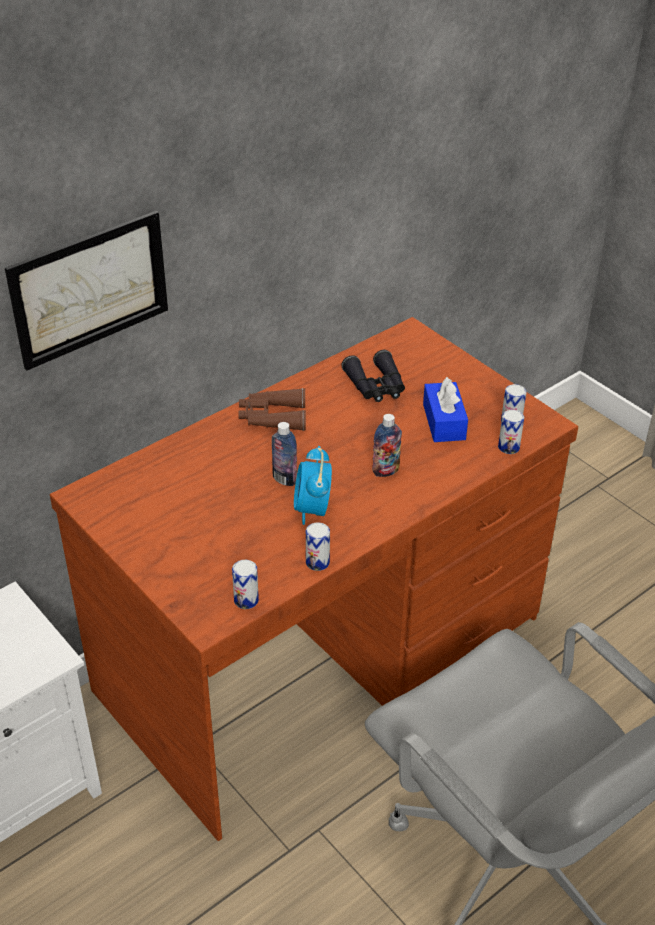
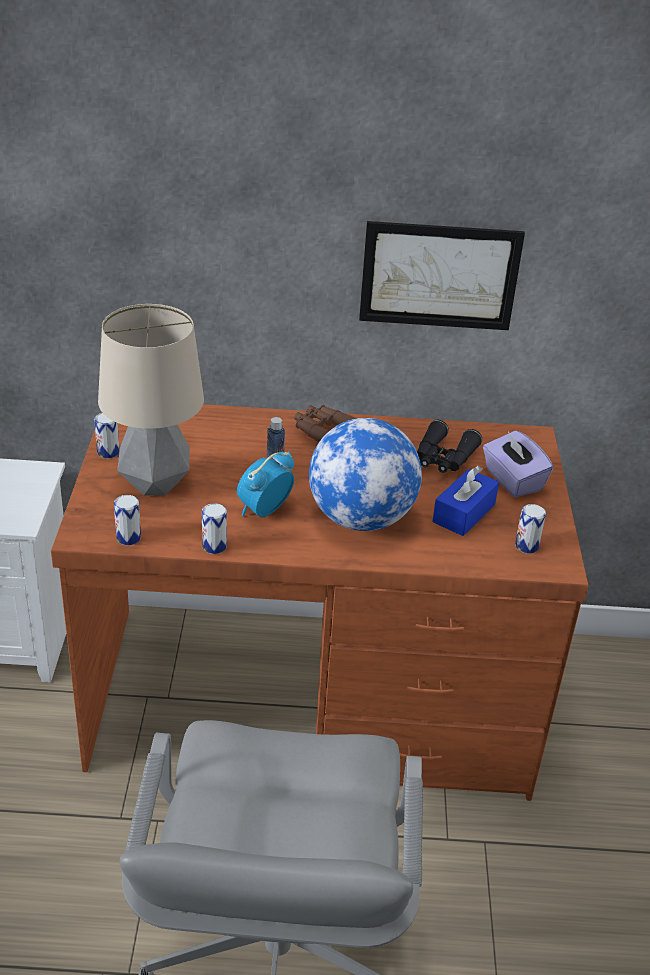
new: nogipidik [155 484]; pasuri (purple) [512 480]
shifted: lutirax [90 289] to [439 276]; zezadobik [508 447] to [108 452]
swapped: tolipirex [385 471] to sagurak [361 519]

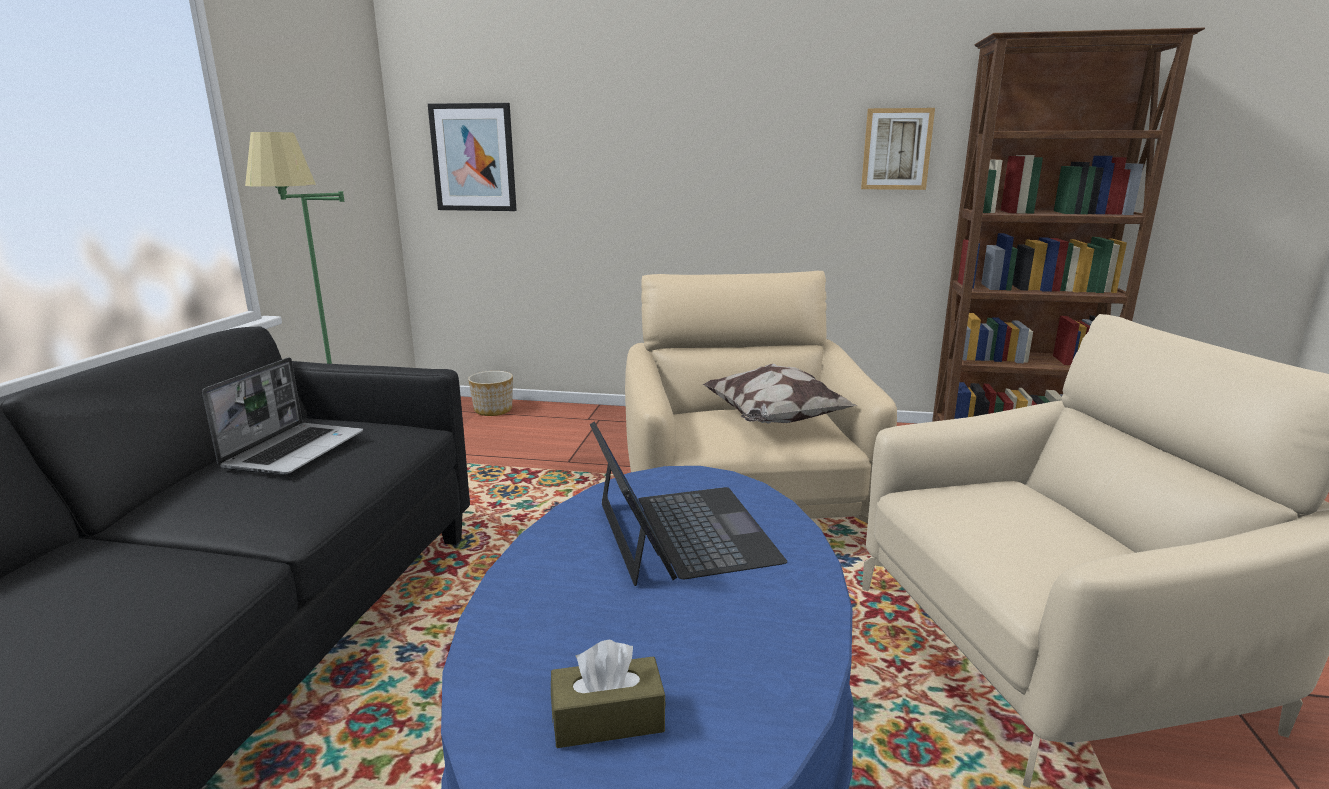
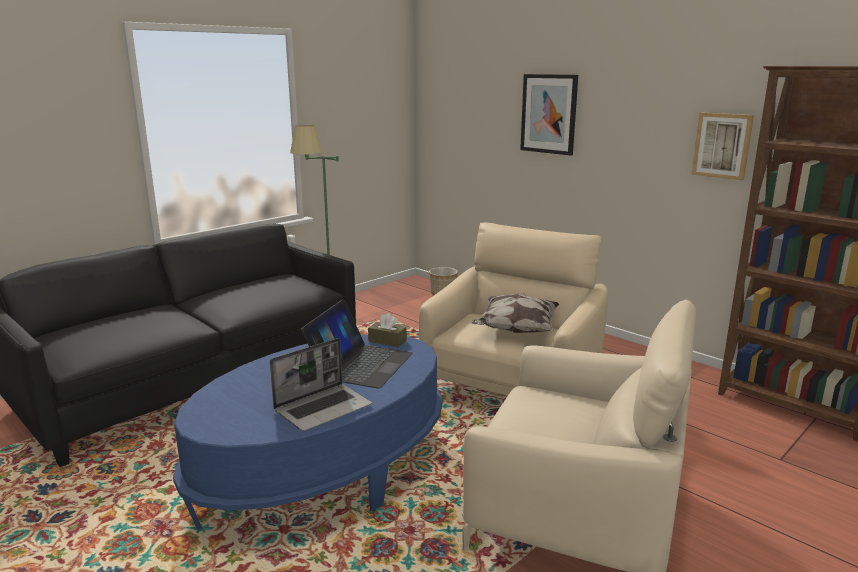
shifted: lutirax [473 158] to [549 114]; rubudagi [295 450] to [323 408]; pasuri (brown) [607 719] to [387 341]

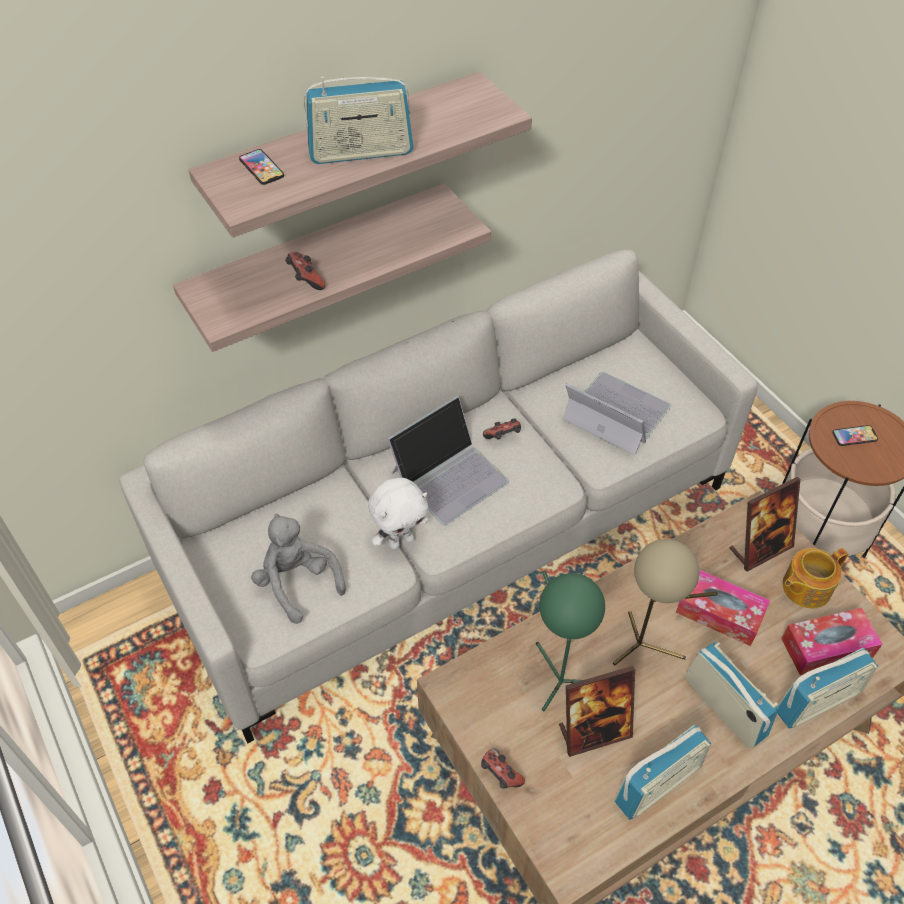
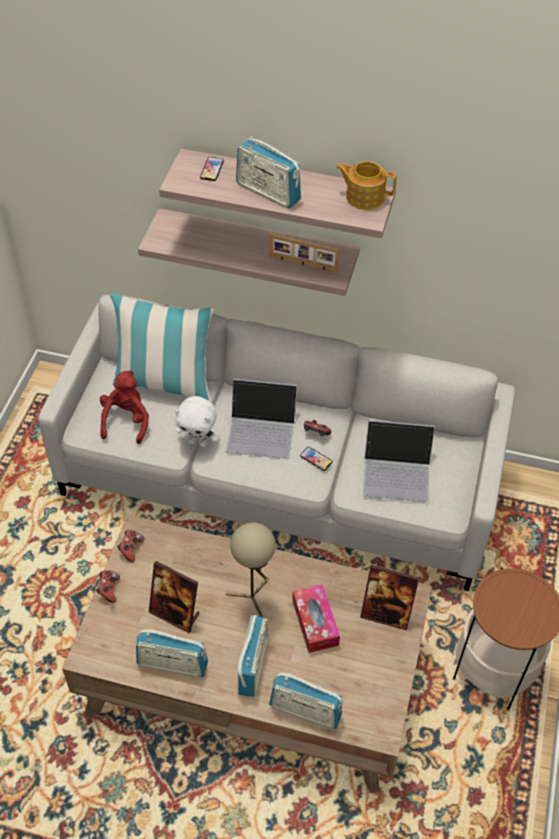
gone: nogipidik (green) [557 676]; pasuri [827 647]
new: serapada [303 264]; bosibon [165 383]
shifted: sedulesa [305 280] to [131 549]; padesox [854 436] to [316 459]; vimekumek [805 587] to [364 196]
repainted: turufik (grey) [297 582] to turufik (red) [126 420]
rotated: rubudagi [615 413] = [397 472] 105 degrees clockwise

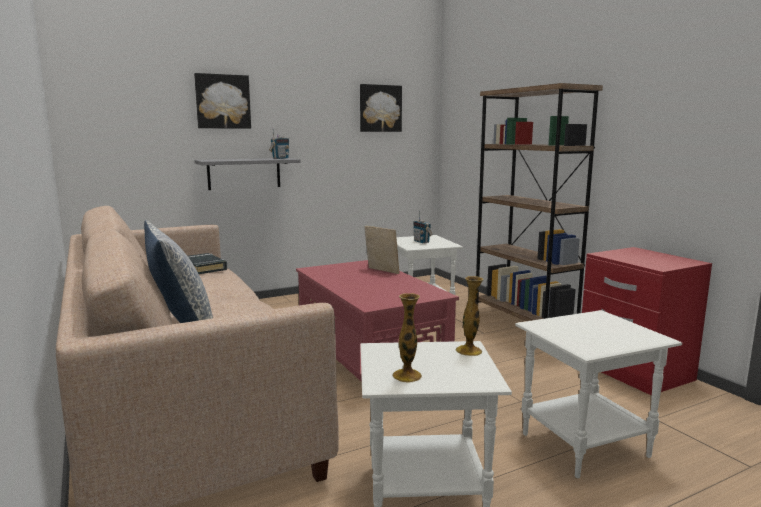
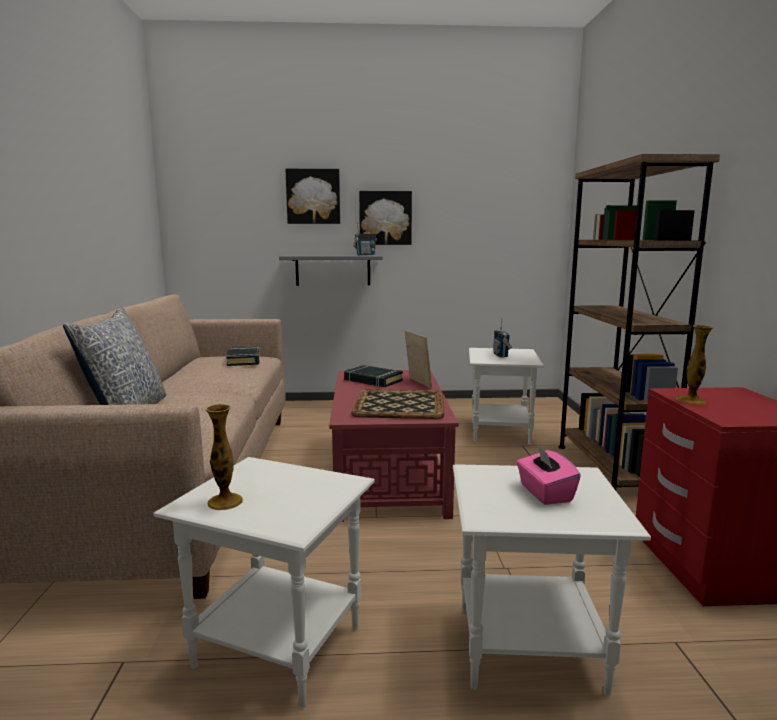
new: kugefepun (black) [372 380]; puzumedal [398 404]; pasuri (pink) [545 493]
shifted: lutirax [380 108] to [385 218]; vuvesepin [468 351] to [691 400]

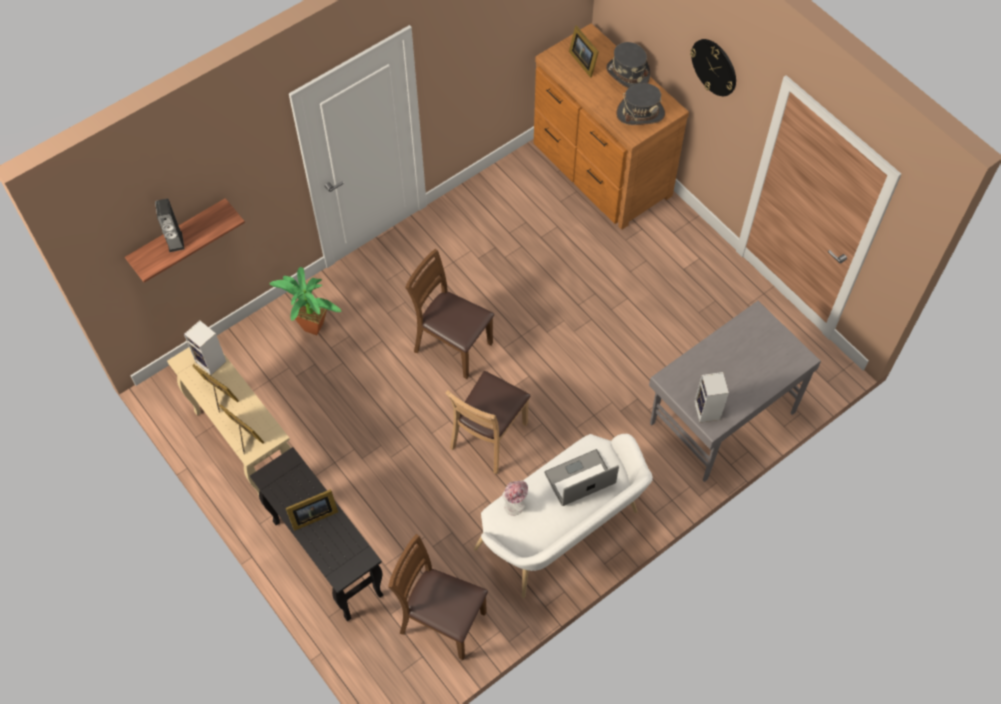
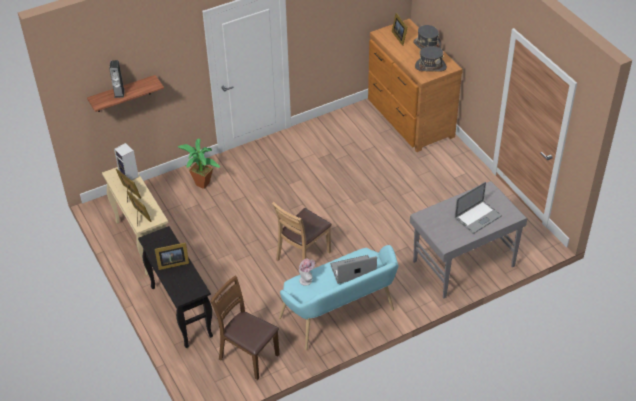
gone: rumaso [714 67]; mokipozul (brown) [452 346]; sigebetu [708 411]
new: rubudagi [478 217]
repainted: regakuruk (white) [563 534] to regakuruk (turquoise) [340 317]

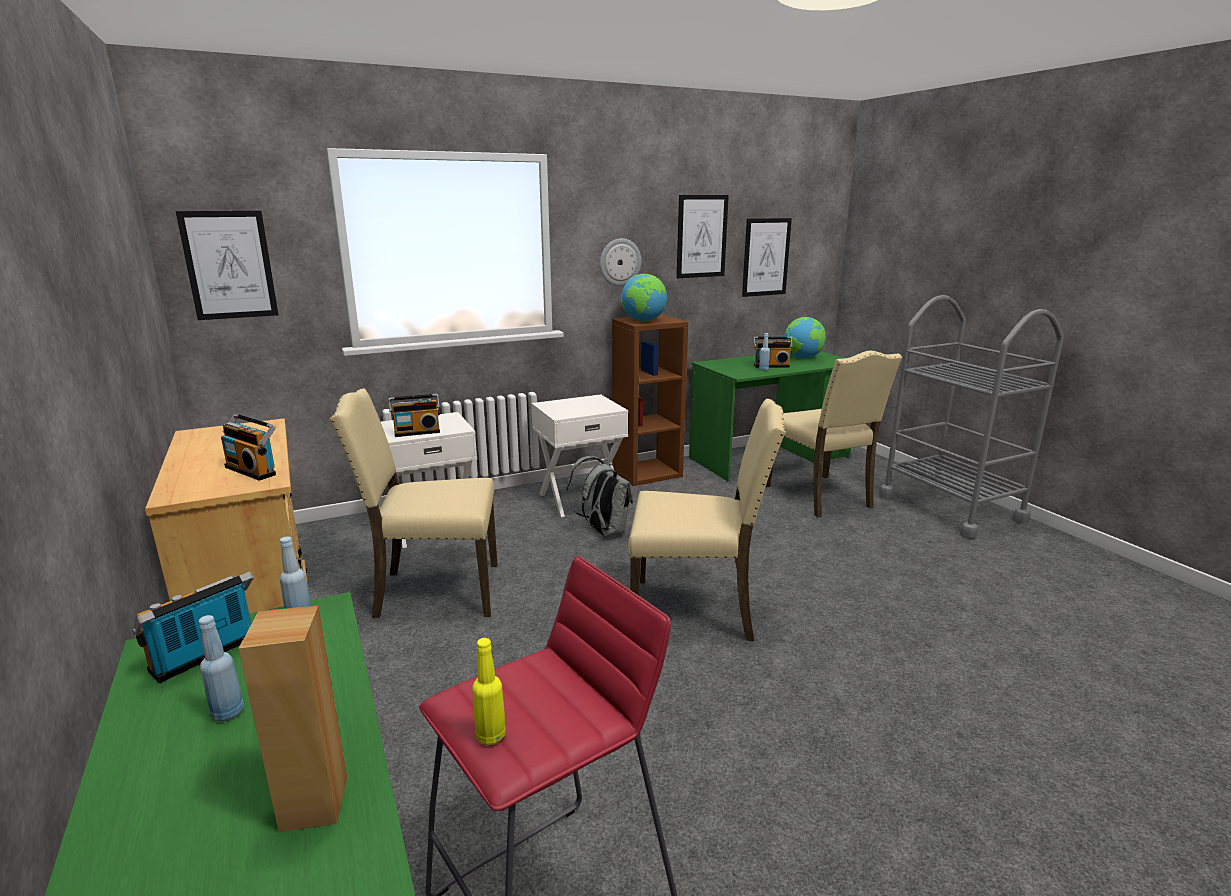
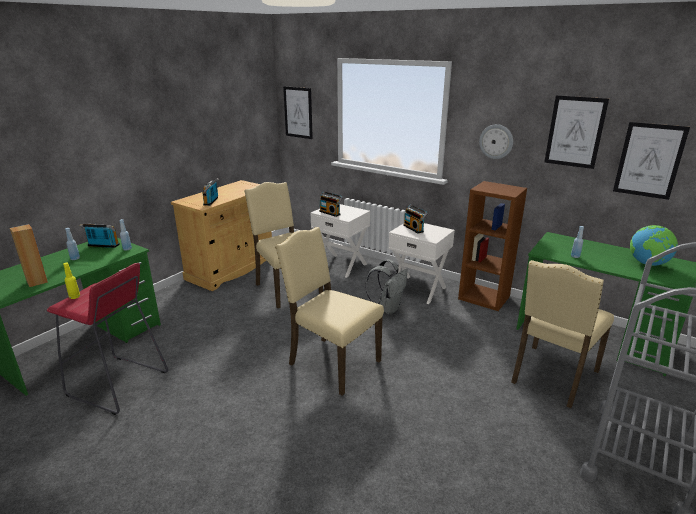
gone: sagurak [643 321]
shifted: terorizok [771 365] to [414 228]
rotated: mokipozul (beige) [696 611] = [331 362] 150 degrees clockwise

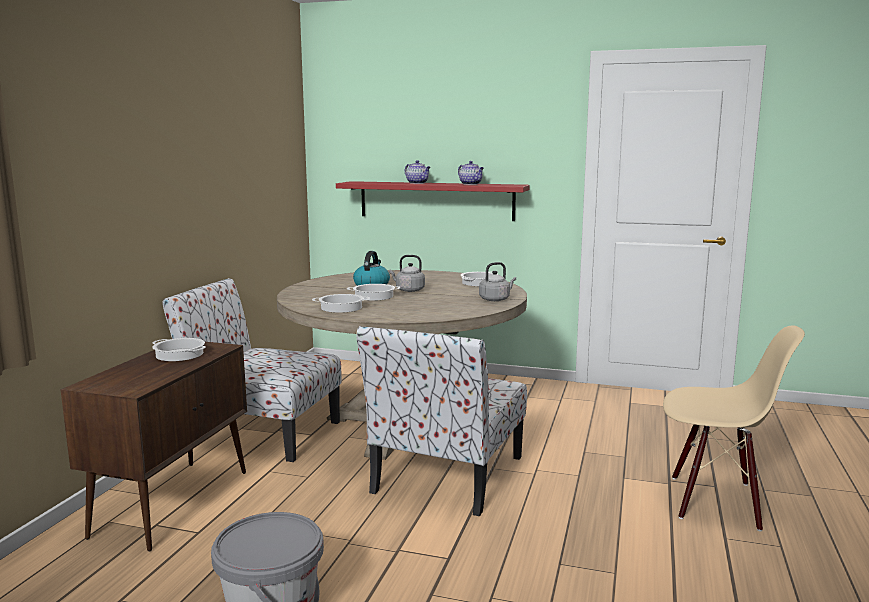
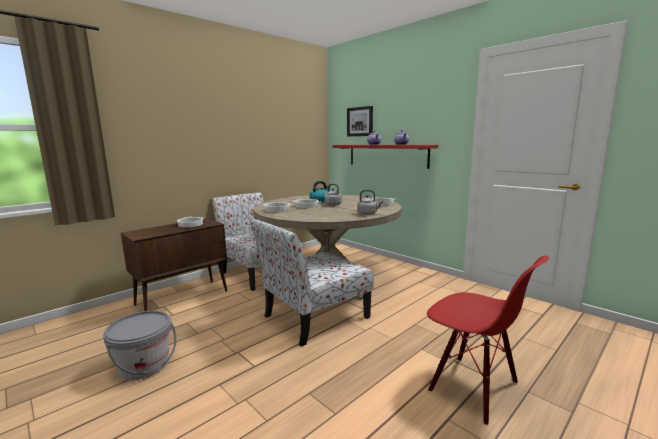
new: lutirax [360 121]
repainted: mokipozul (beige) [715 501] to mokipozul (red) [473 388]

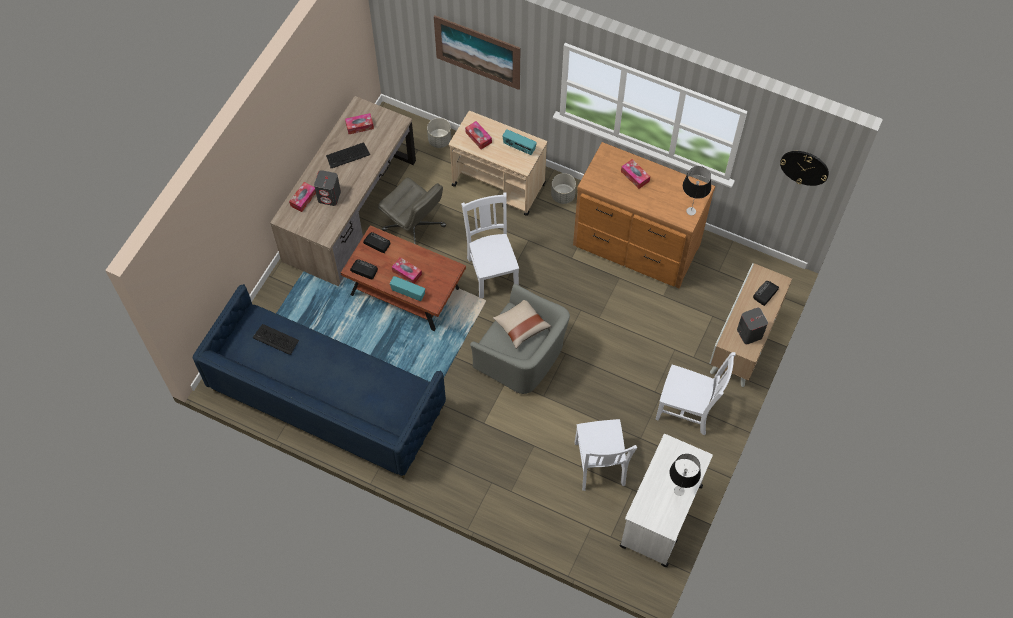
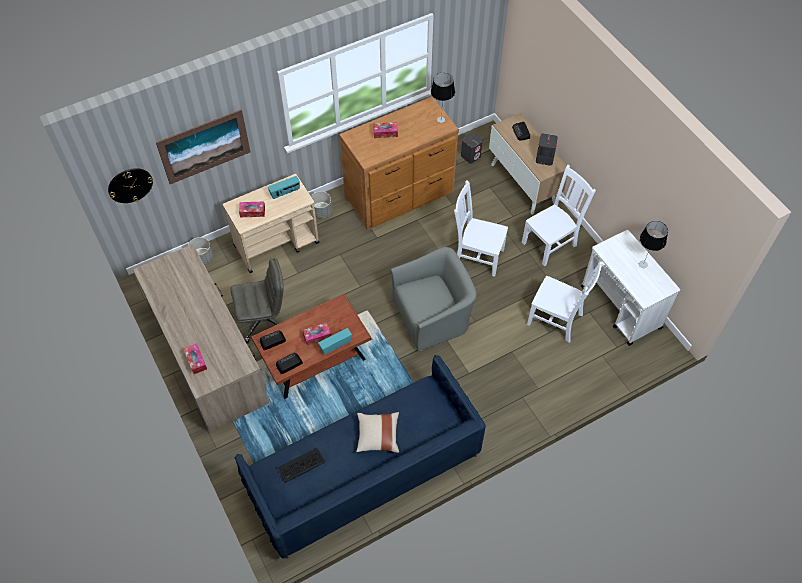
gone: pasuri [359 126]; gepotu [348 156]
shifted: rumaso [804 167] to [130 185]; sigebetu (grey) [329 196] to [471 156]; mokipozul (white) [492 271] to [477 256]; bosibon (beige) [521 326] to [378 436]

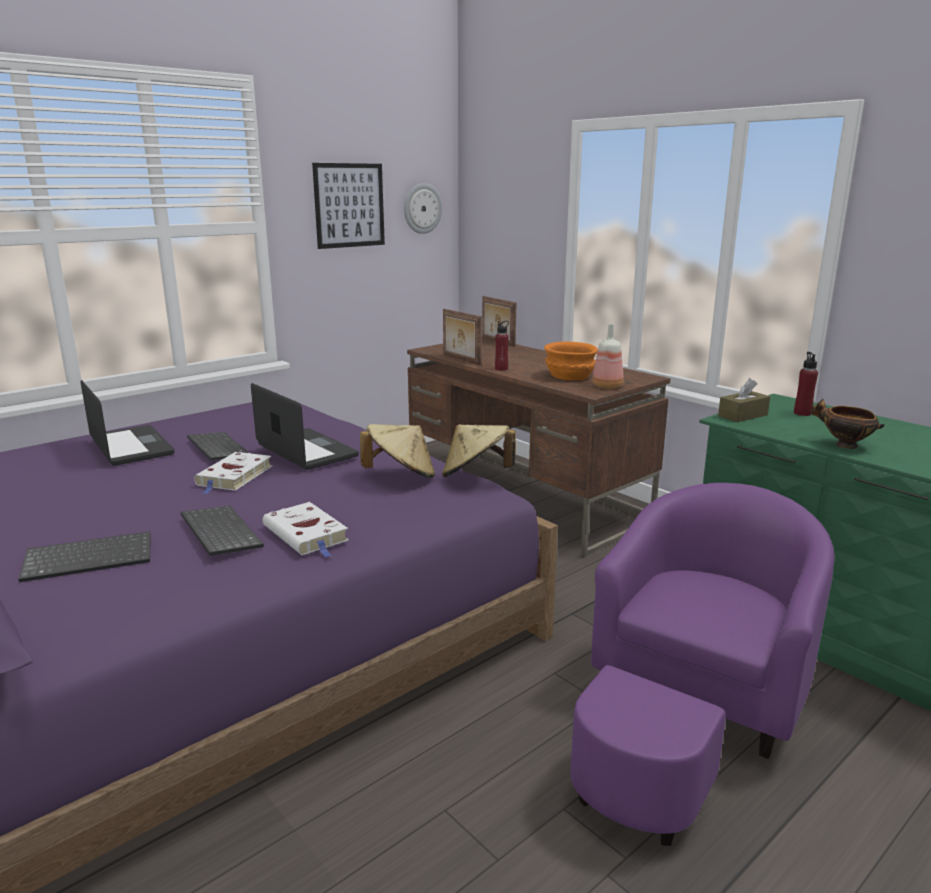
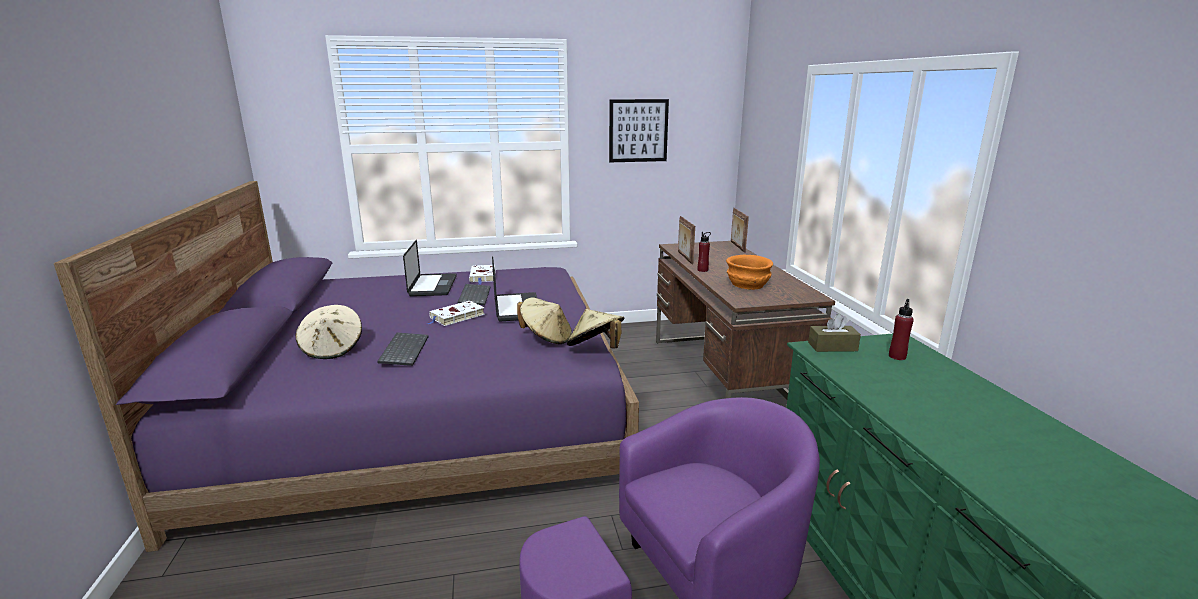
gone: rumaso [422 208]; tolipirex [607 386]; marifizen [843 445]
shifted: kugefepun (white) [307 535] to [483 276]
swapped: gepotu [91 558] to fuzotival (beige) [332 349]

